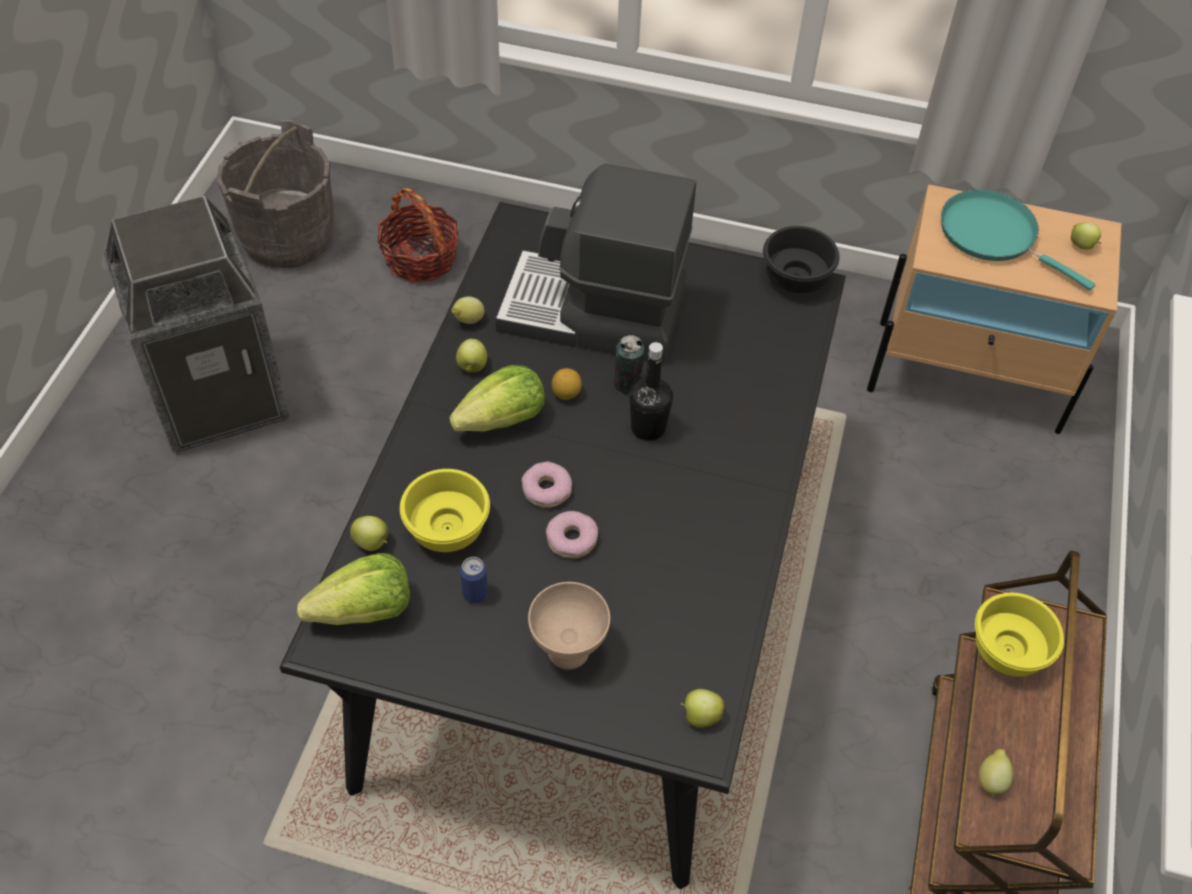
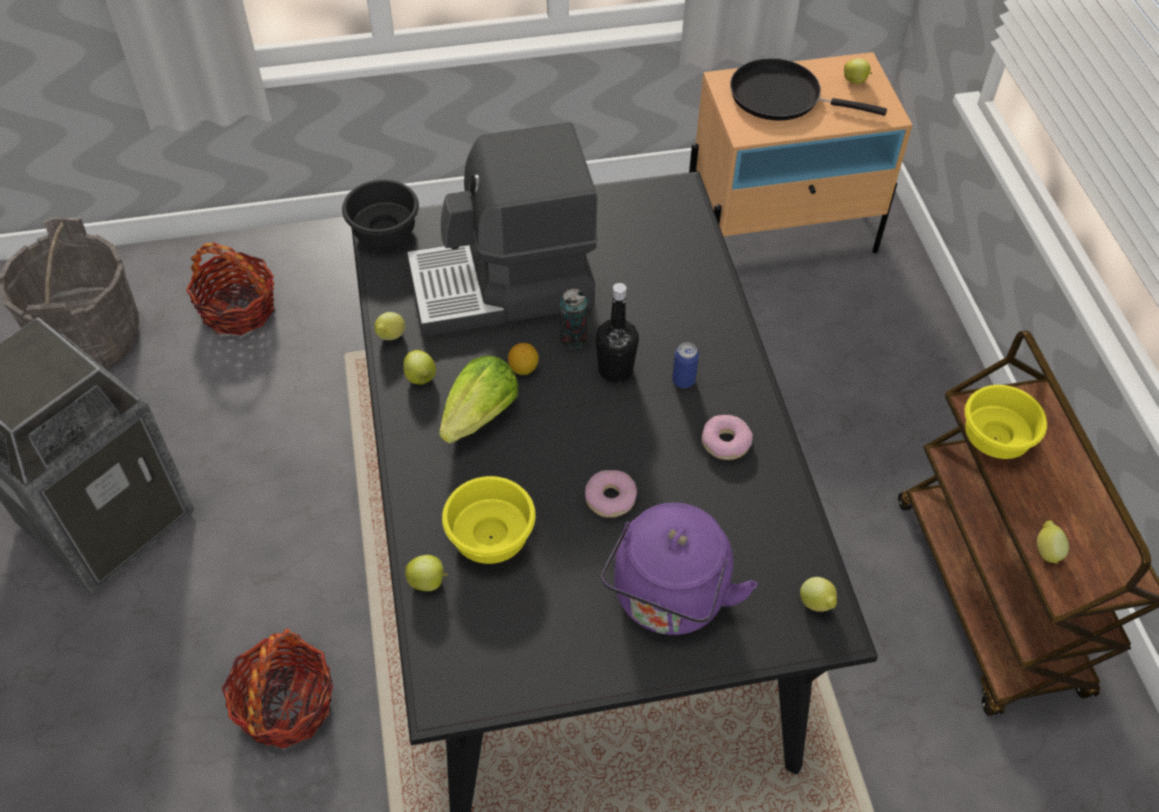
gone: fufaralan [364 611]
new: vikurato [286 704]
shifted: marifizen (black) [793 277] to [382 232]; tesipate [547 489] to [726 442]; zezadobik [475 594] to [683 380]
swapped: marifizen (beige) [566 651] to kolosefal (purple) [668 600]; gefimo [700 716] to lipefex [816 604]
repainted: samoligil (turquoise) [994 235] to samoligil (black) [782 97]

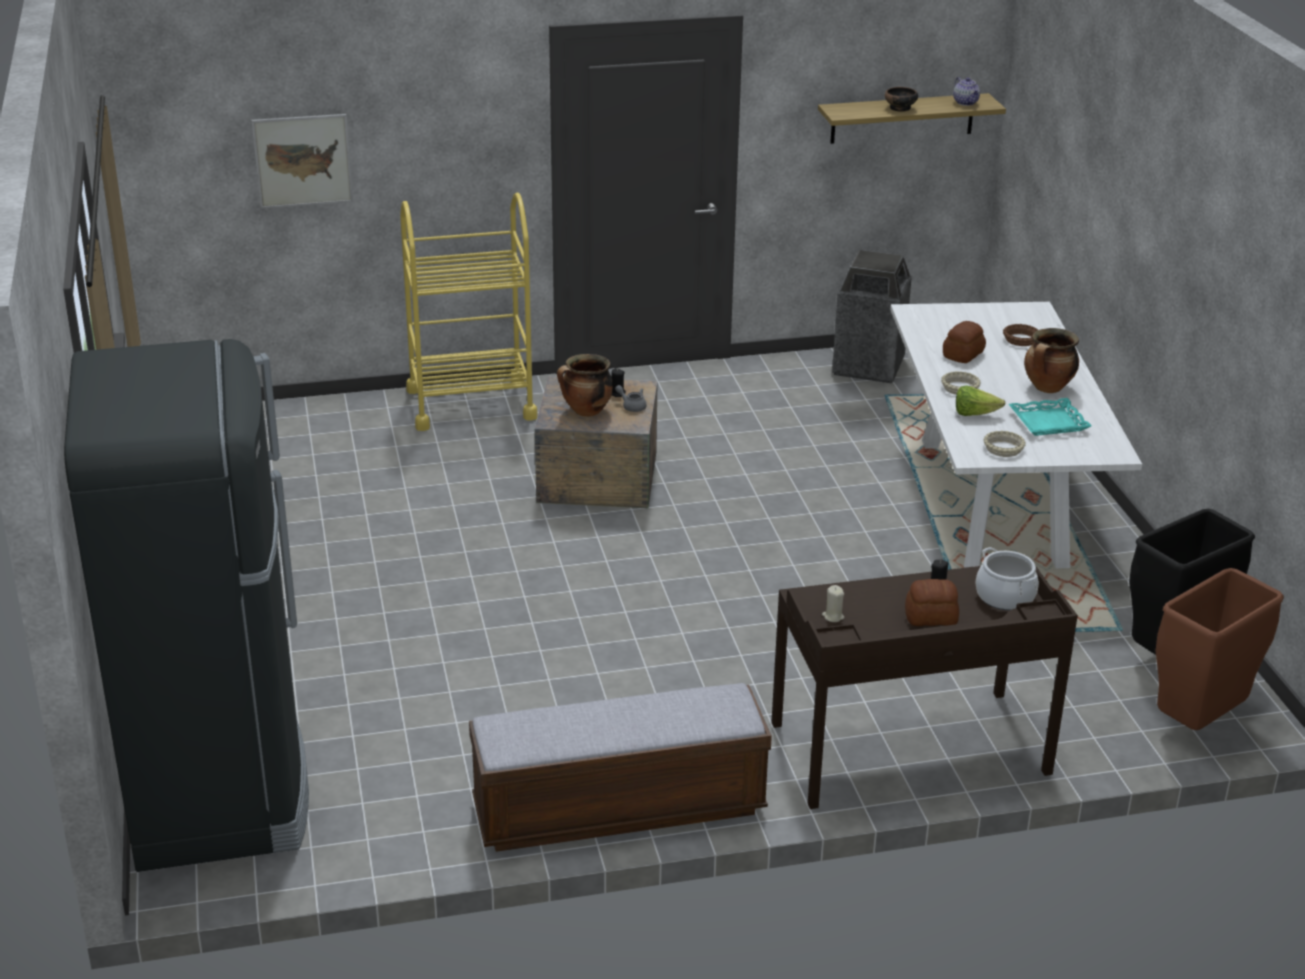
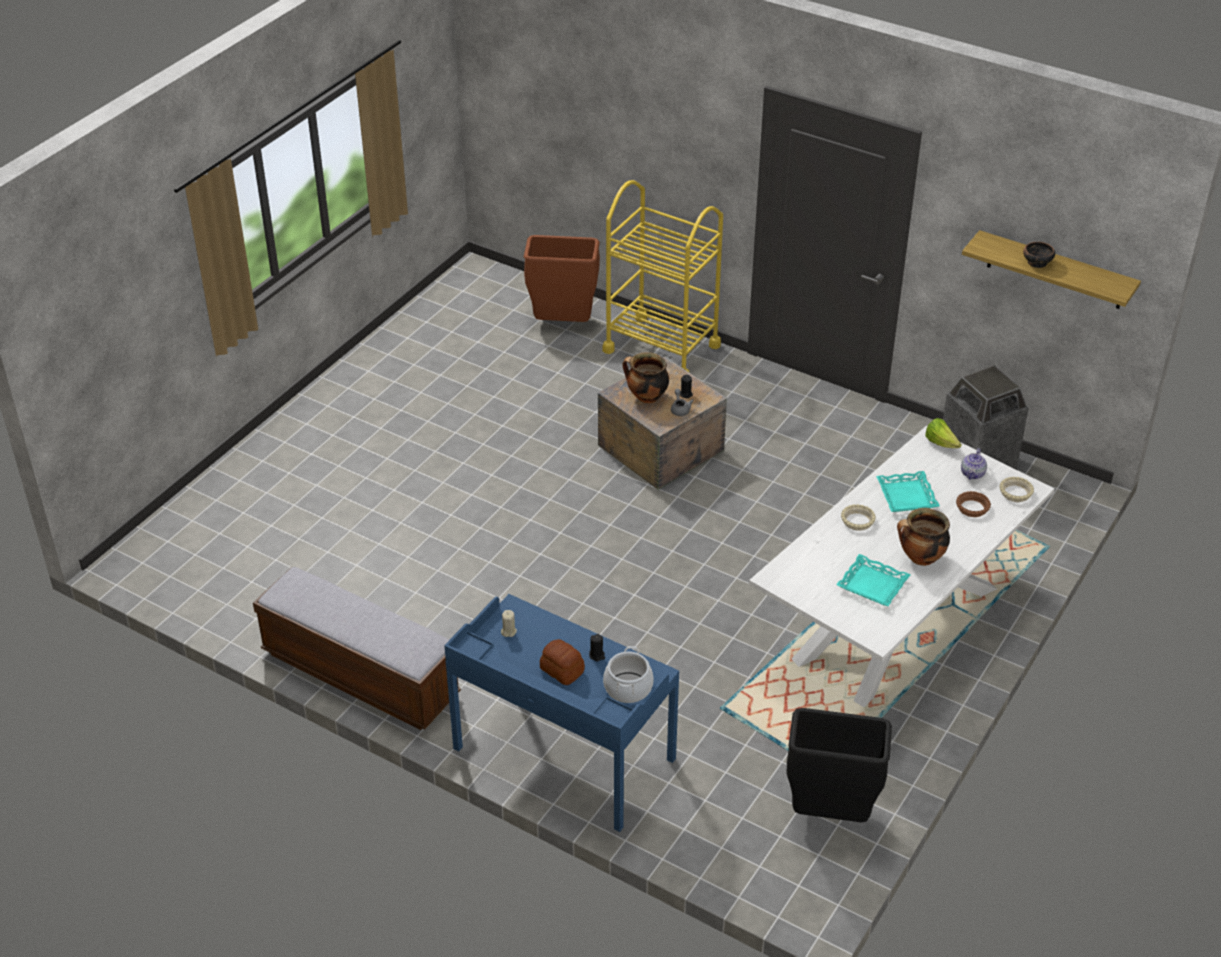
gone: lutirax [303 161]; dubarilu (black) [220 791]
shifted: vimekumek [966 102] to [973 474]; fufaralan [974 414] to [941 443]; marifizen (beige) [1004 448] to [1016 493]; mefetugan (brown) [1197 722] to [563 323]
swapped: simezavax [964 354] to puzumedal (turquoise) [907 496]
repainted: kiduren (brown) [910 749] to kiduren (blue) [563 754]

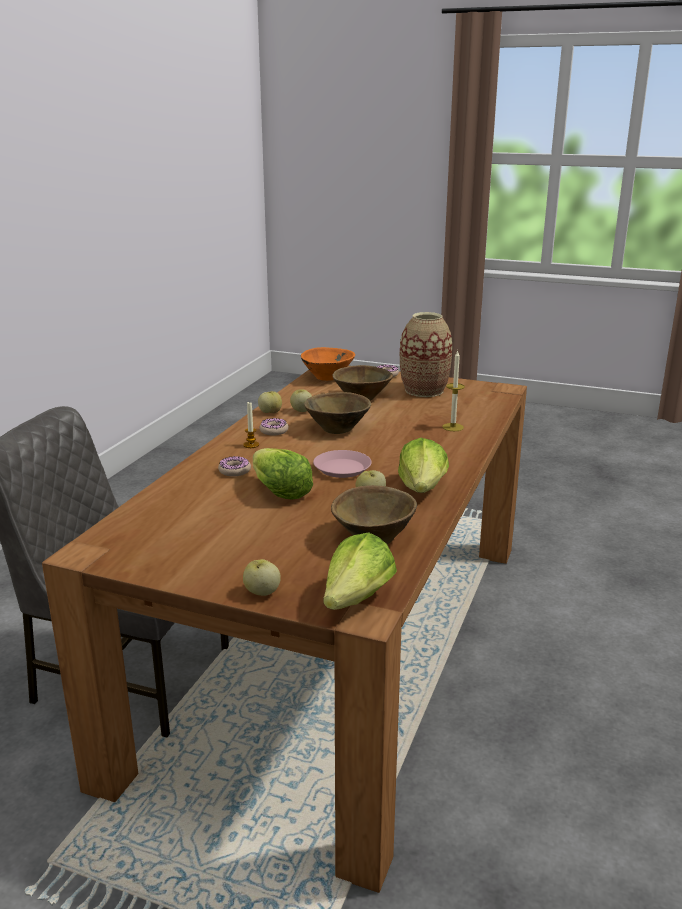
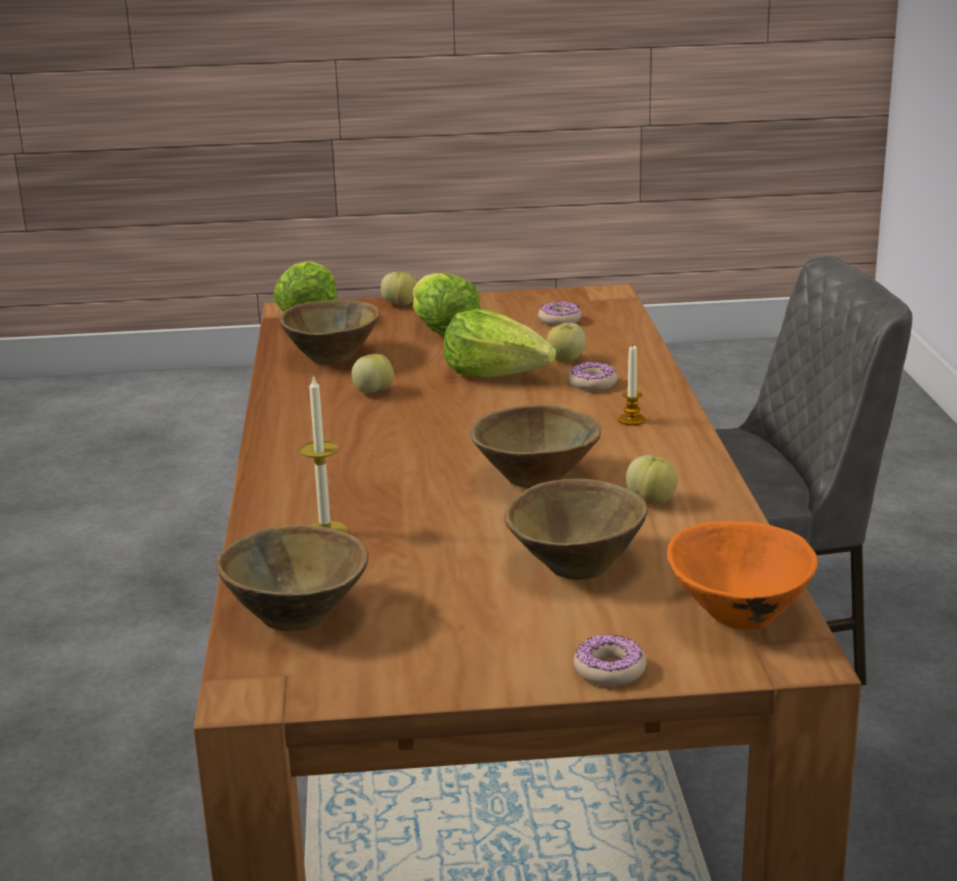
gone: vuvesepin [424 390]; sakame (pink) [342 468]
new: marifizen (brown) [297 615]
shifted: gefimo [270 412] to [566 360]; tesipate [274 431] to [559 320]; fufaralan [422 488] to [443 329]

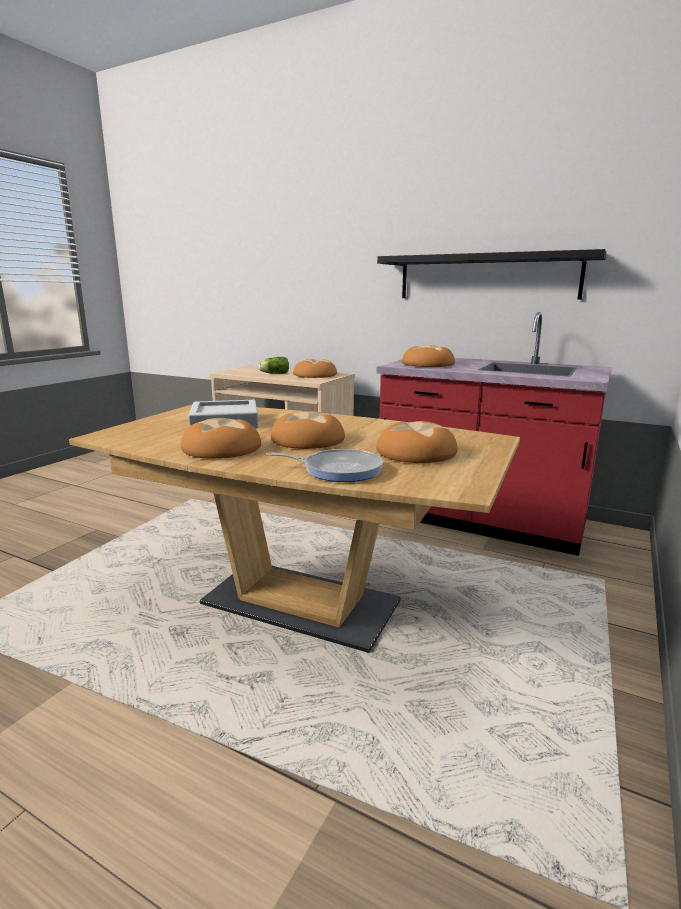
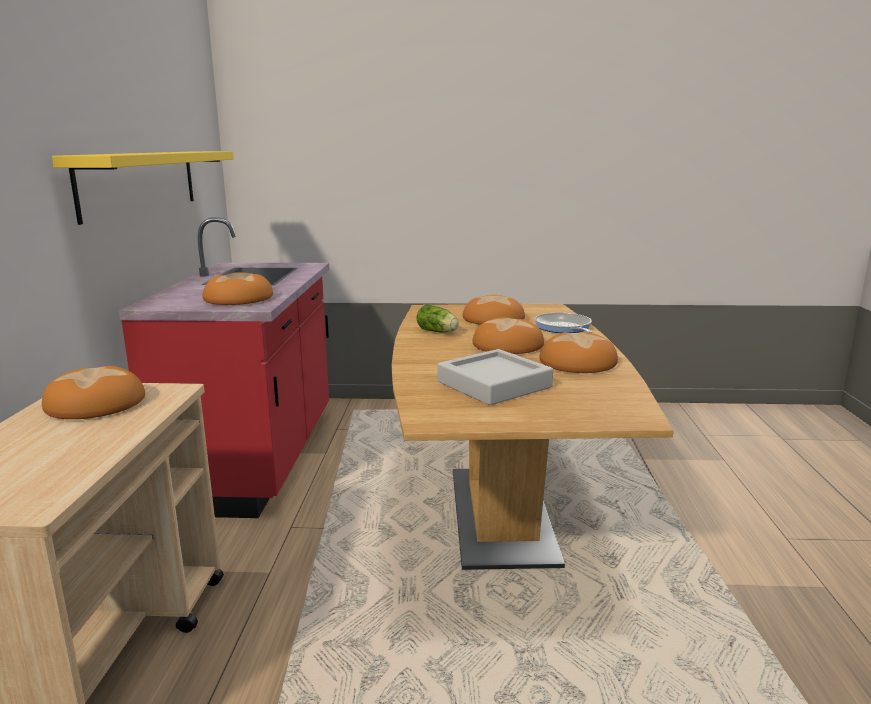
shifted: fufaralan [273 374] to [438 332]
repainted: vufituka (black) [487 277] to vufituka (yellow) [140 182]

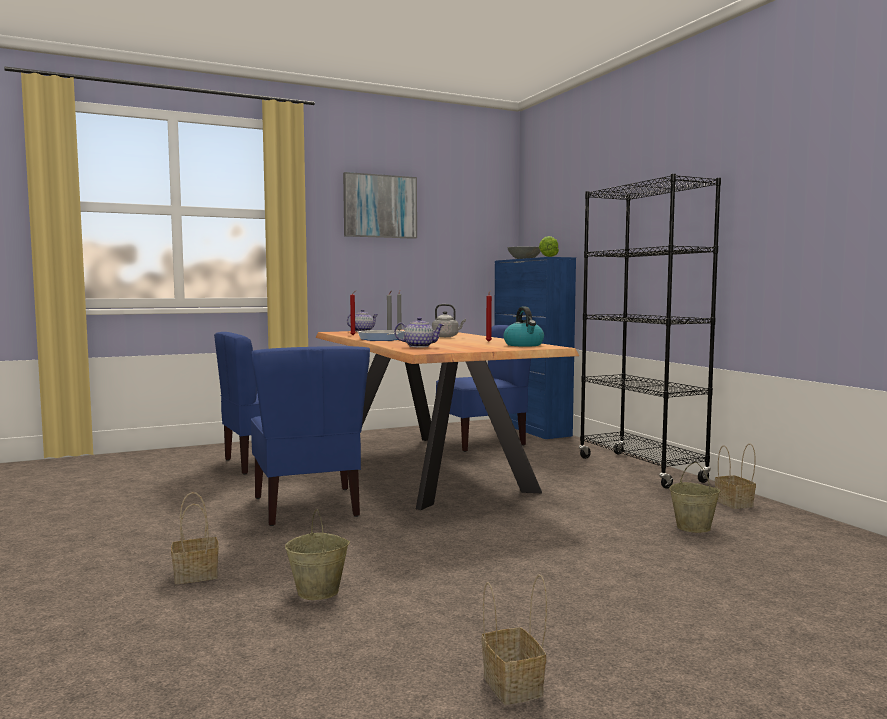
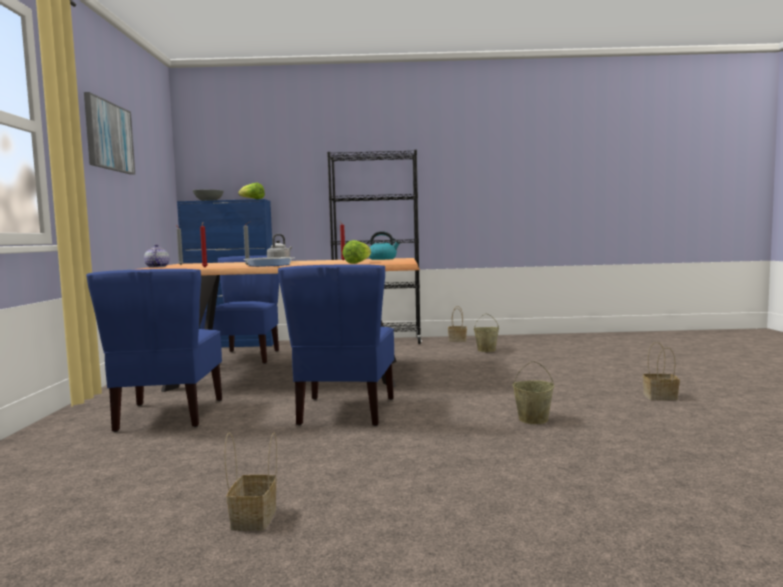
shifted: vikurato [194 576] to [254 519]
swapped: vimekumek [419 346] to fufaralan [358 263]
rotated: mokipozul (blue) [308 507] = [345 411] 90 degrees clockwise

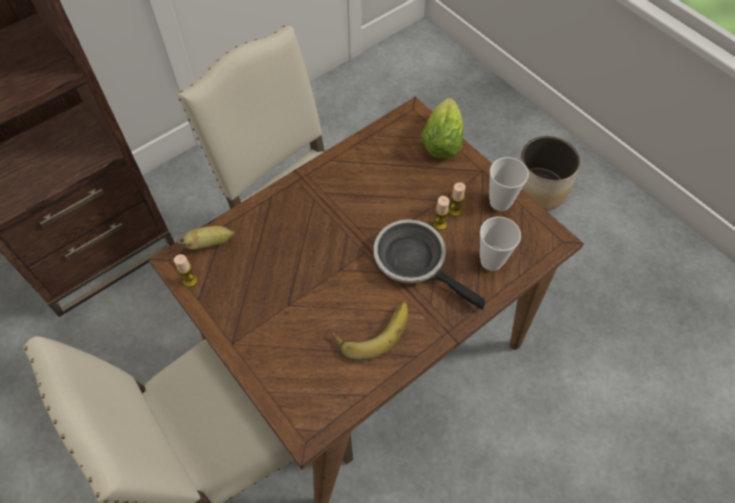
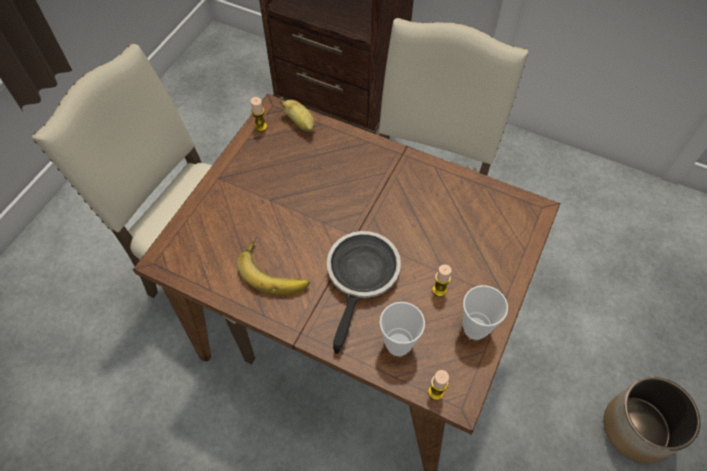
gone: fufaralan [442 139]
shifted: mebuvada [439 224] to [436 392]

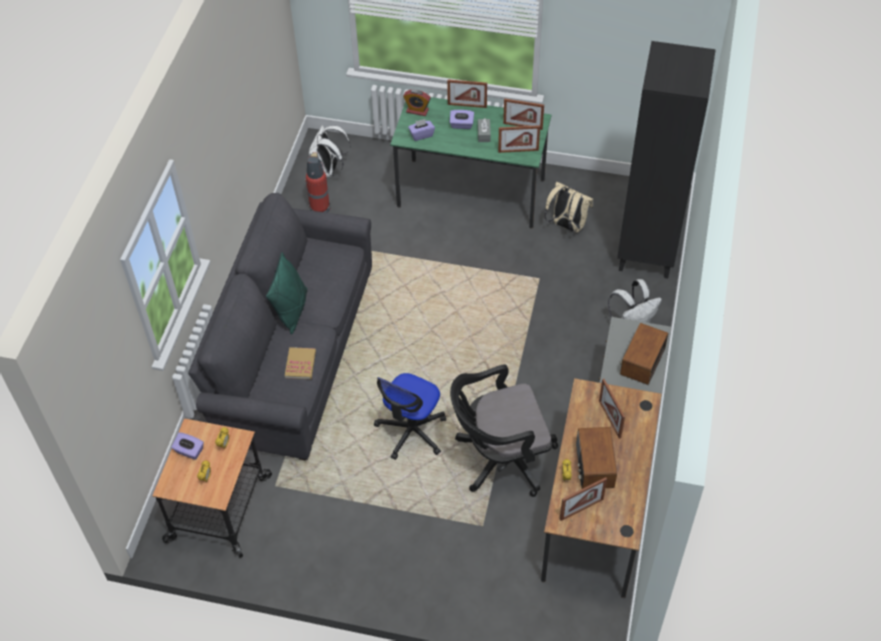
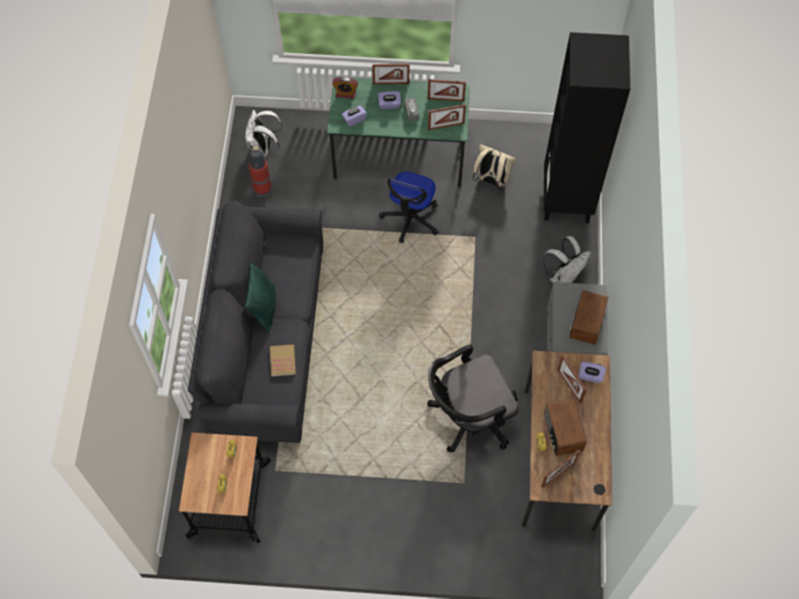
shifted: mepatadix [411 431] to [411 219]; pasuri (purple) [189 451] to [590 376]

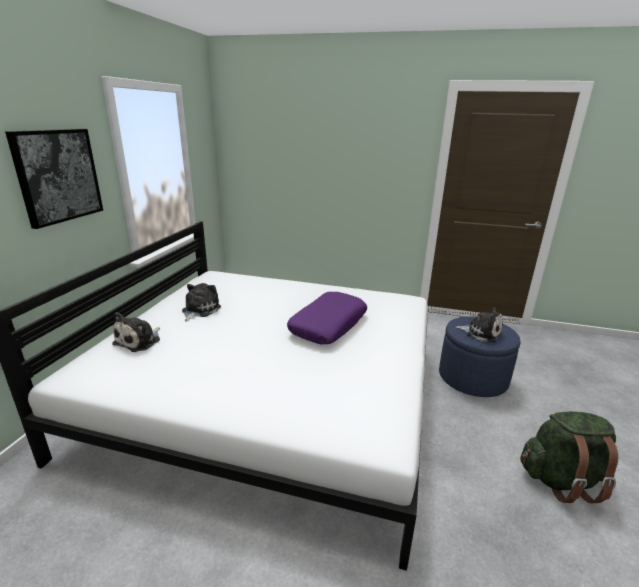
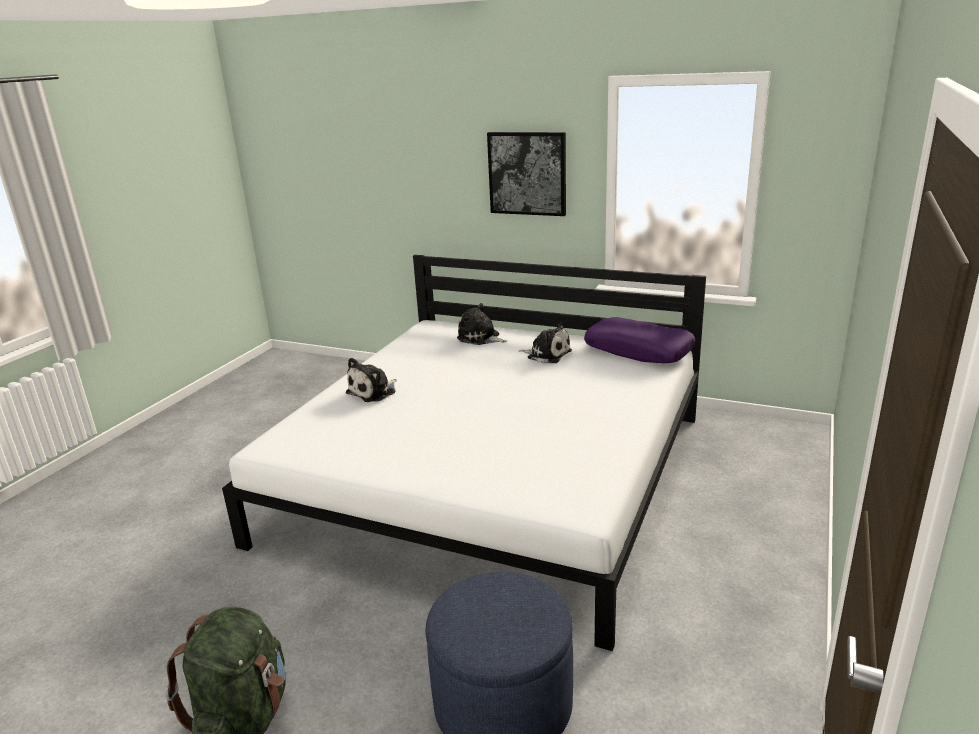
shifted: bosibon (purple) [328 325] to [639 350]; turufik [481 332] to [374 392]

